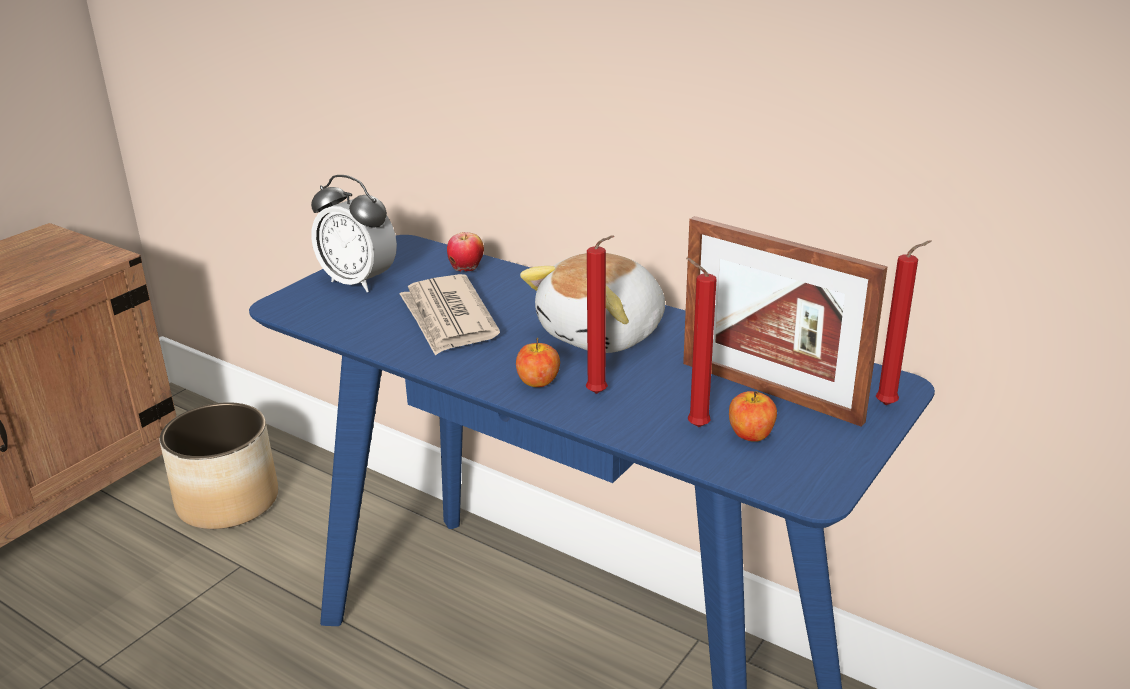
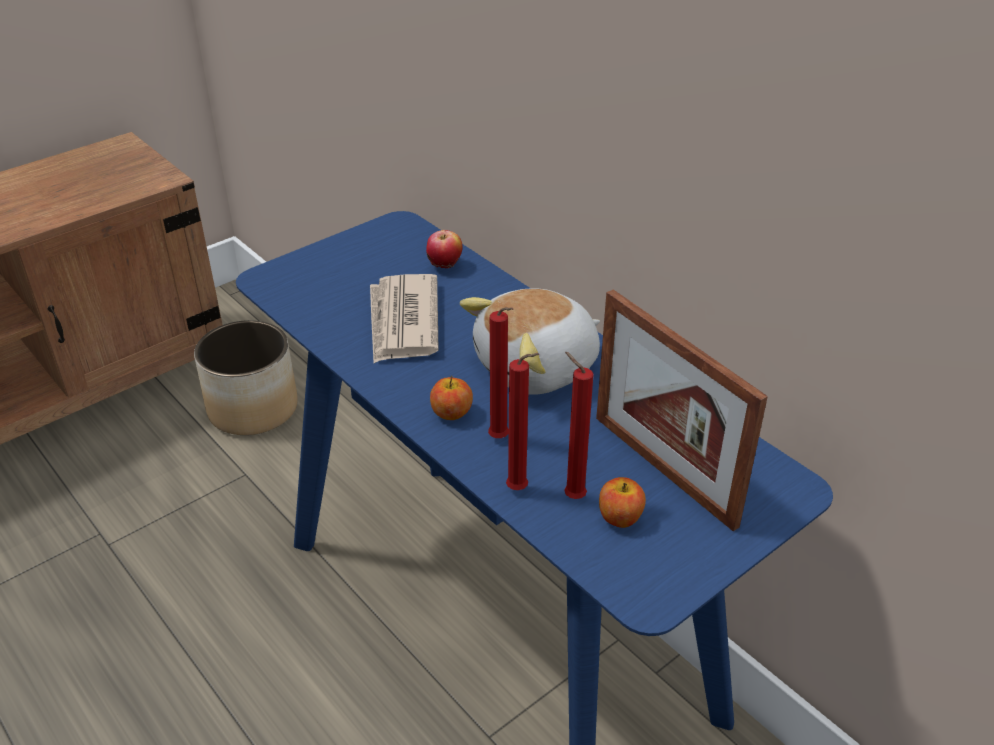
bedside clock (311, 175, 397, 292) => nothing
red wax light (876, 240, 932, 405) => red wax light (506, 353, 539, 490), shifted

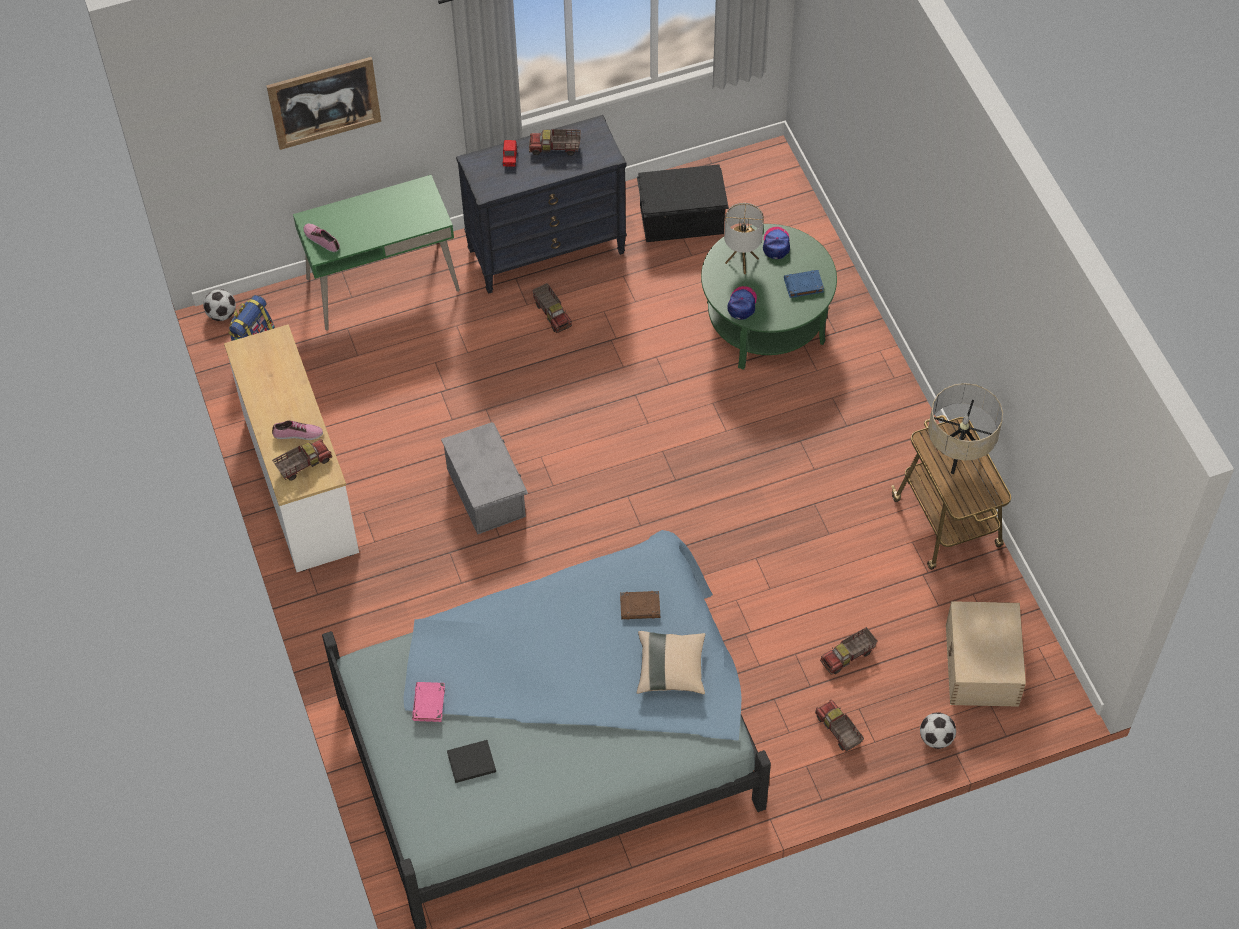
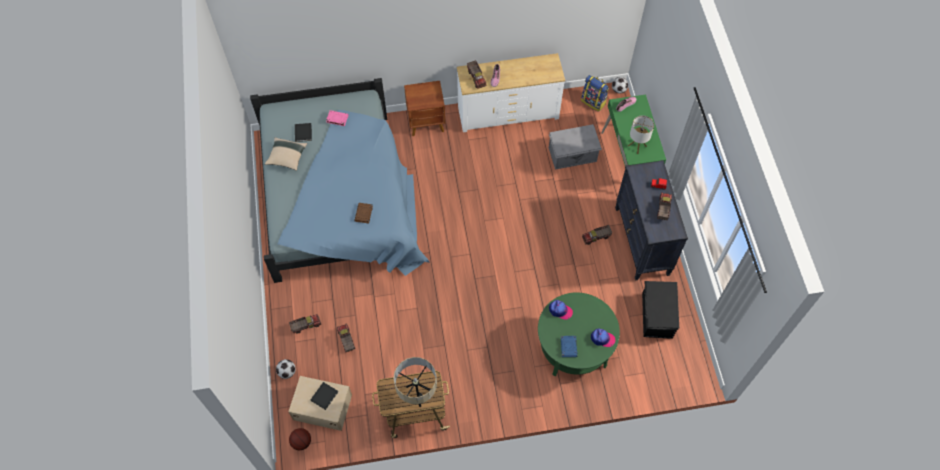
wall art (266, 57, 381, 150) => nothing
table lamp (724, 203, 764, 274) => table lamp (628, 115, 654, 154), shifted
grey storage bin (441, 422, 528, 534) => grey storage bin (549, 124, 602, 170), shifted
beige-coloured cushion (637, 631, 705, 694) => beige-coloured cushion (265, 137, 307, 171), shifted
nothing => brownish night table (404, 81, 445, 136)
nothing => black bound book (311, 382, 338, 410)
nothing => basketball ball (289, 428, 311, 450)

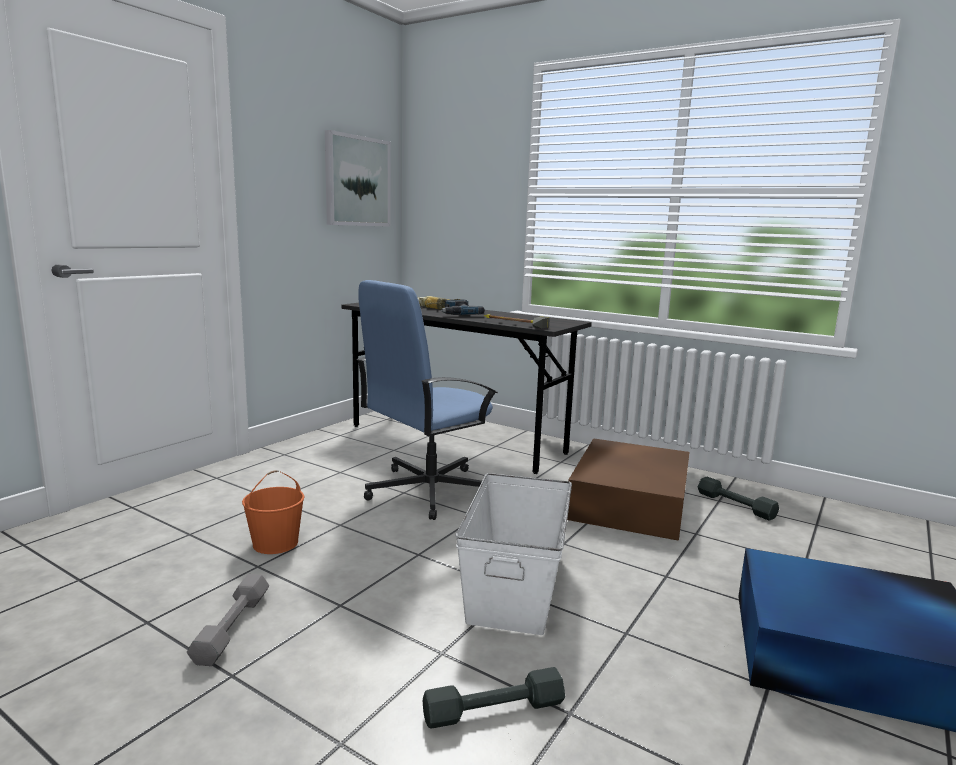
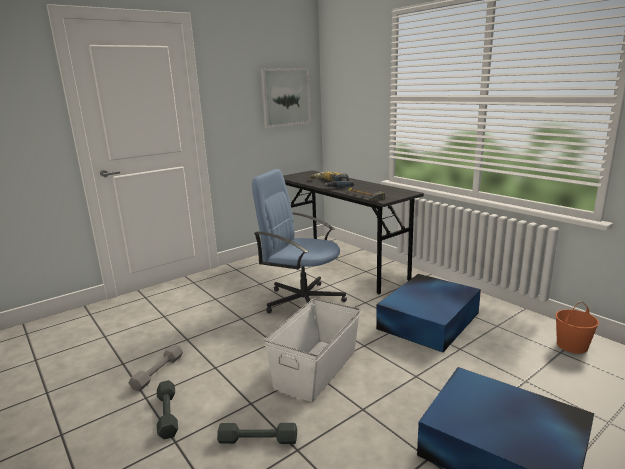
blue computer chair (356, 280, 498, 520) => blue computer chair (252, 169, 347, 313), 45 degrees clockwise
brownish storage bin (567, 438, 690, 541) => blue storage bin (376, 274, 481, 352)
orange bucket (242, 470, 304, 554) => orange bucket (555, 301, 599, 354), shifted
grey free weight (698, 477, 779, 521) => grey free weight (157, 380, 178, 439), shifted

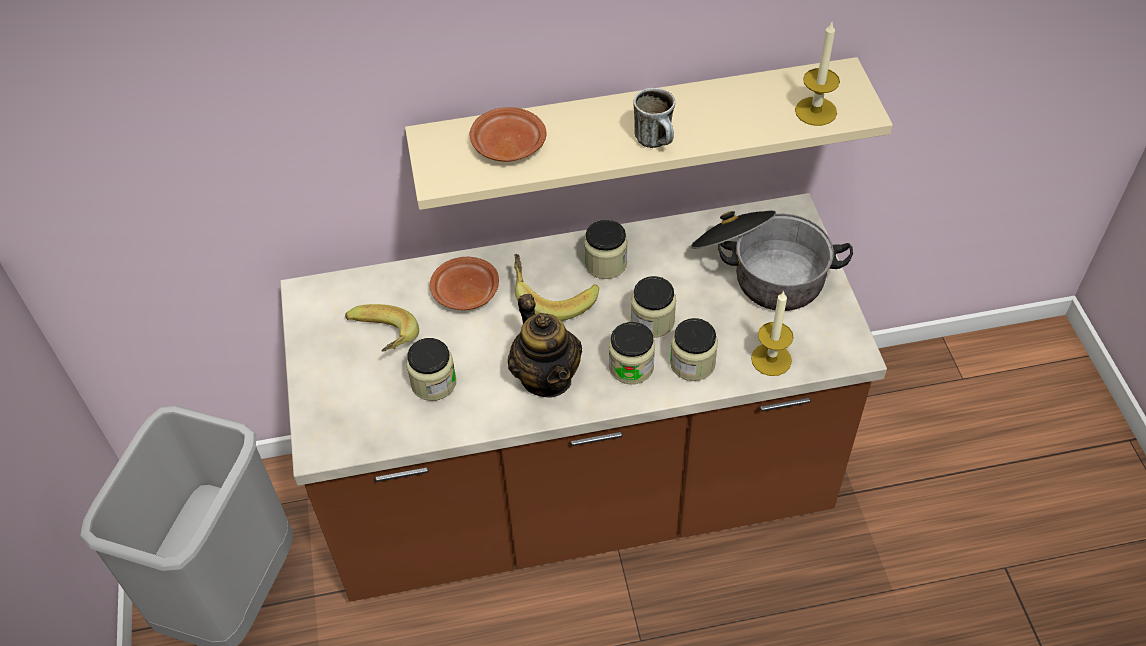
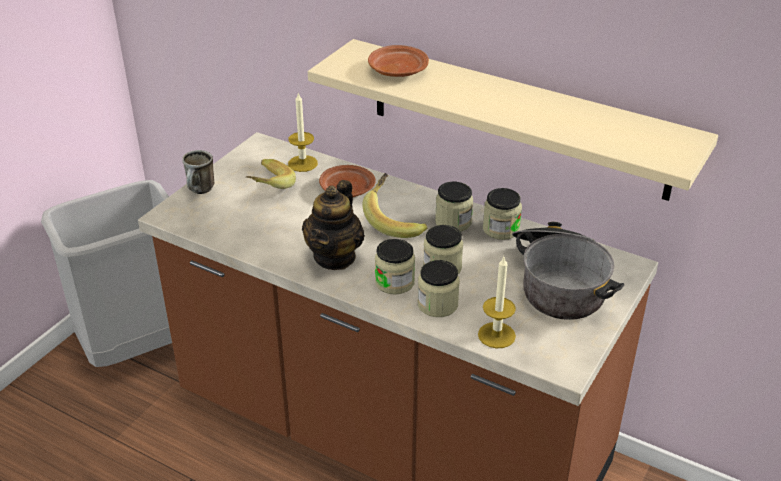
wax light (795, 22, 840, 126) => wax light (288, 93, 318, 172), shifted
coffee mug (633, 88, 675, 148) => coffee mug (182, 150, 214, 194), shifted
storage jar (406, 338, 456, 401) => storage jar (483, 188, 522, 240), shifted

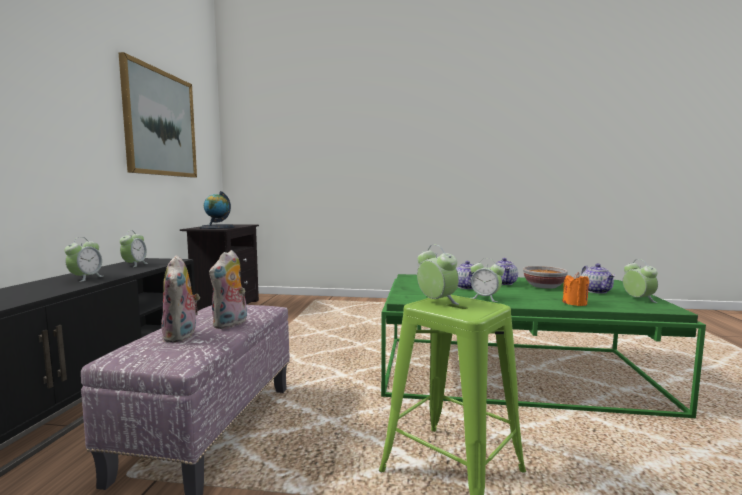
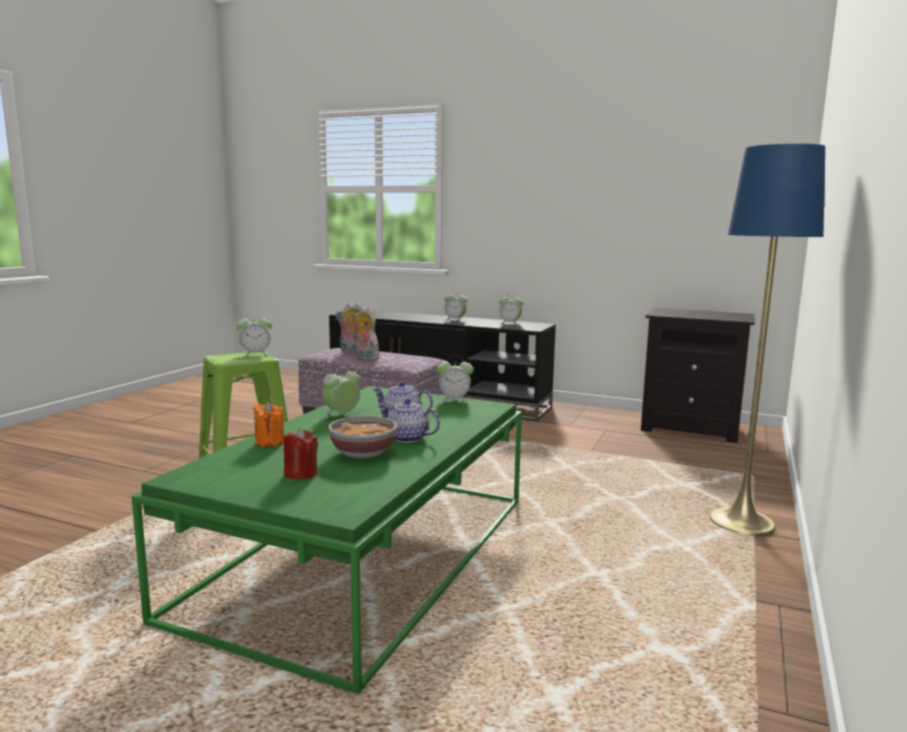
wall art (119, 52, 197, 178) => nothing
globe (200, 191, 235, 229) => nothing
bedside clock (623, 259, 658, 303) => bedside clock (437, 356, 474, 403), shifted
pot for tea (581, 264, 615, 294) => red wax light (284, 428, 318, 480)
nothing => blue floor lamp (710, 144, 825, 537)

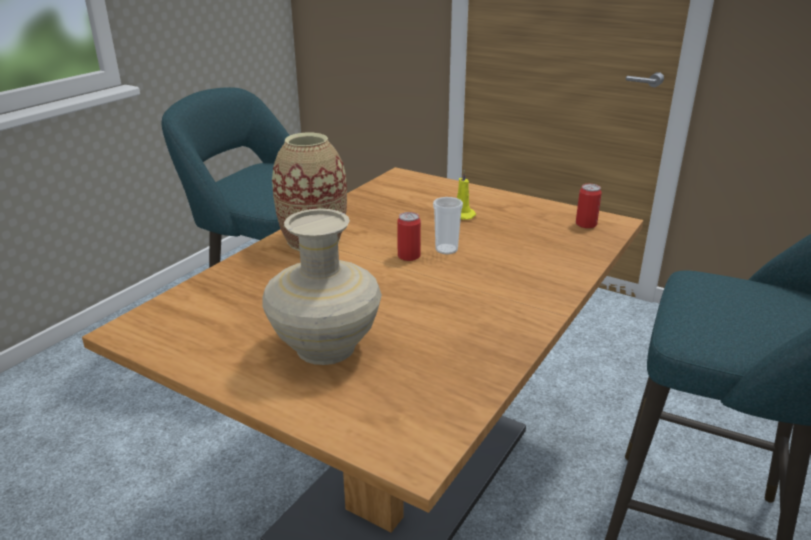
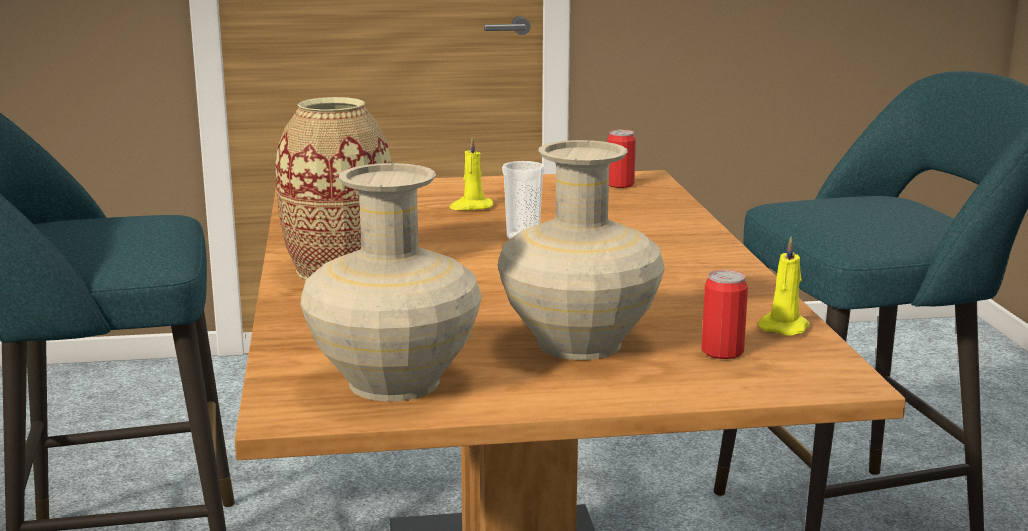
can (397, 212, 421, 261) => can (701, 270, 748, 359), shifted
nothing => beige-coloured decorative vase (300, 163, 482, 402)
nothing => yellowish wax light (758, 237, 810, 336)

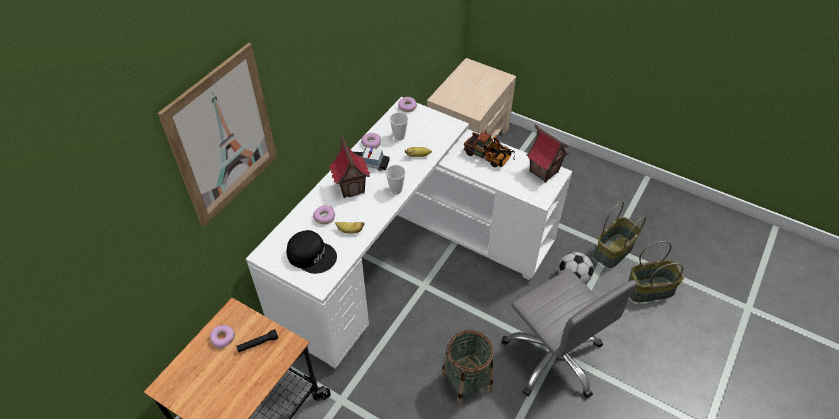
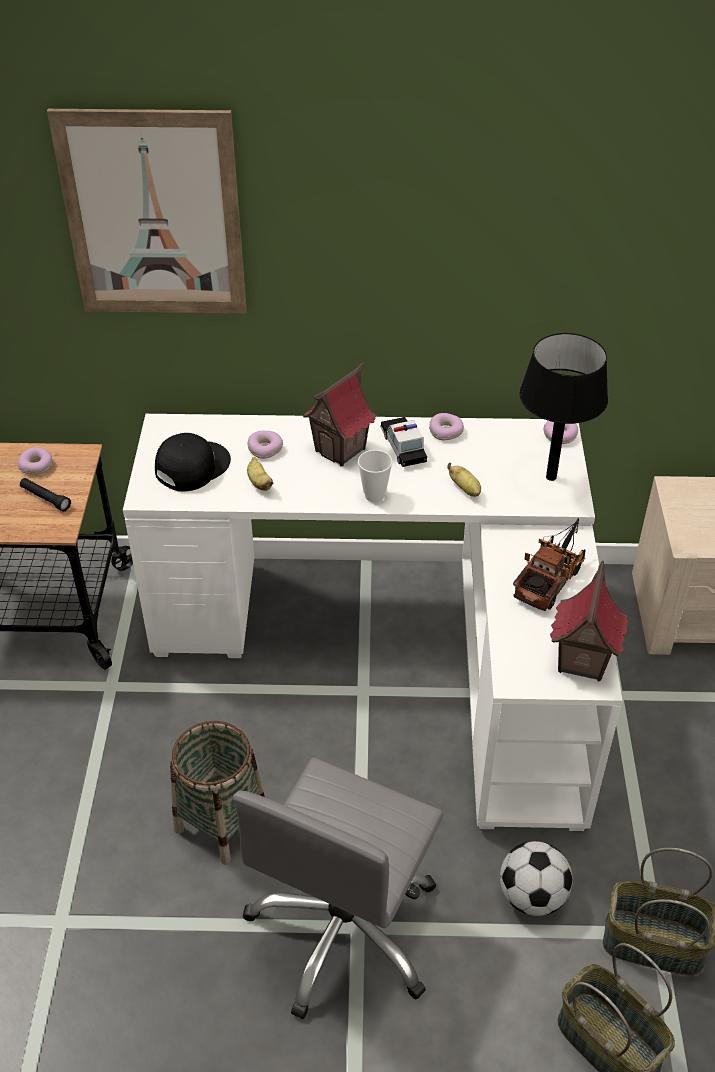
small cup (390, 112, 408, 141) => nothing
toy lorry (464, 130, 515, 167) => toy lorry (513, 518, 586, 611), 150 degrees counterclockwise
black baseball cap (287, 230, 337, 274) => black baseball cap (155, 433, 231, 492), 135 degrees counterclockwise
nothing => black table lamp (519, 333, 608, 481)

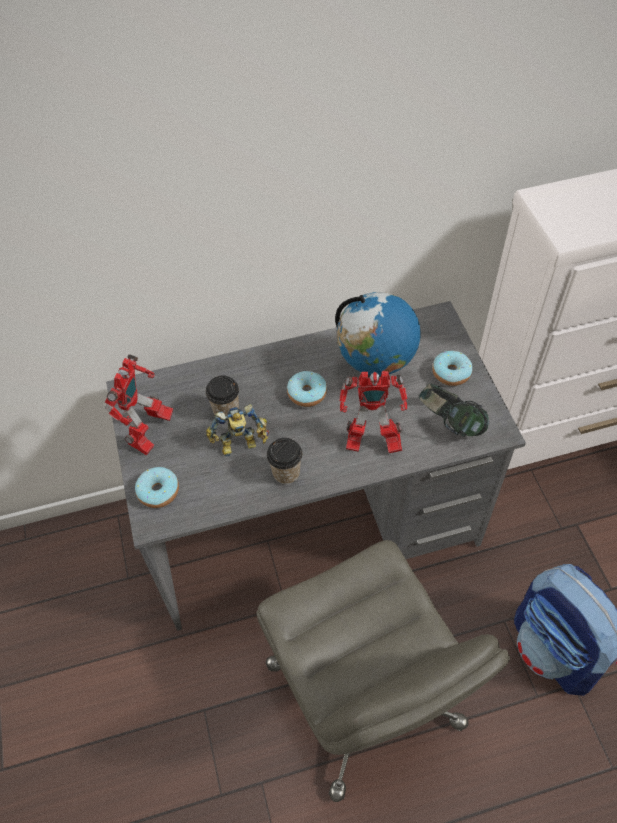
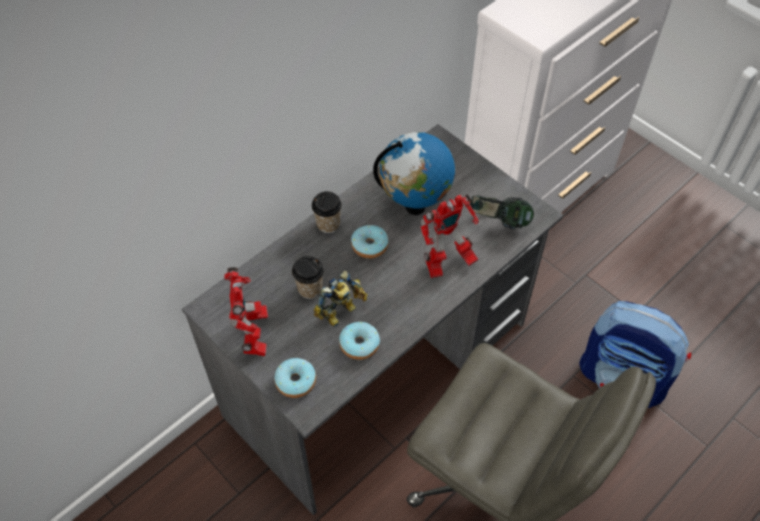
doughnut (432, 351, 472, 386) => doughnut (339, 322, 380, 360), shifted
small cup (267, 438, 302, 484) => small cup (312, 191, 342, 233), shifted

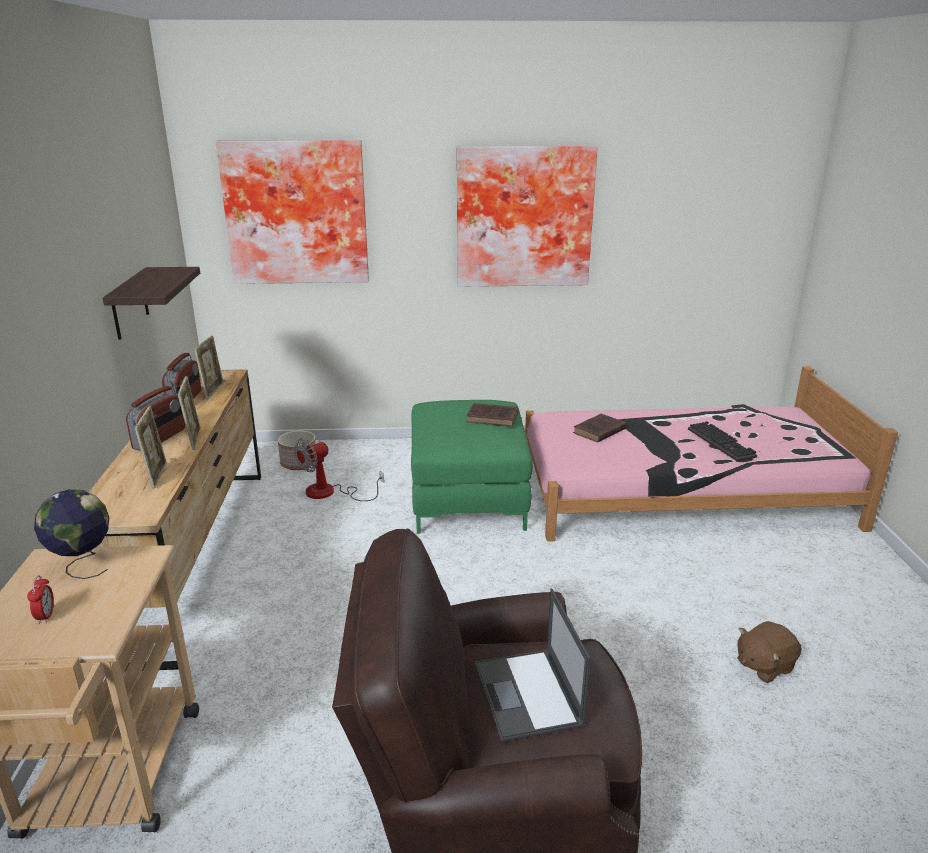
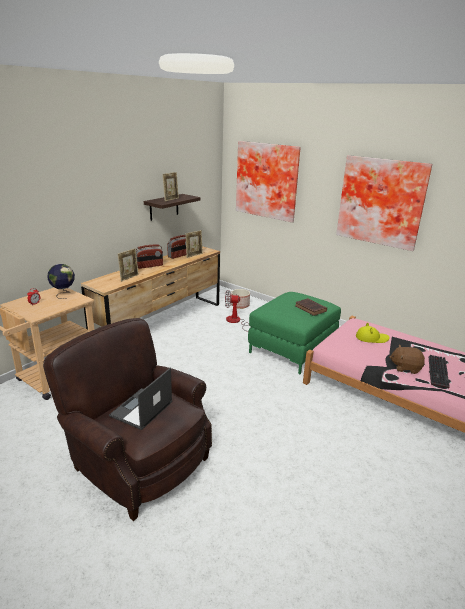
photo frame (178, 376, 201, 450) => photo frame (162, 172, 179, 202), shifted
brownish bound book (573, 414, 626, 443) => yellowish hat (356, 323, 390, 343)
brownish soft toy (737, 621, 802, 683) => brownish soft toy (389, 345, 425, 374), shifted

